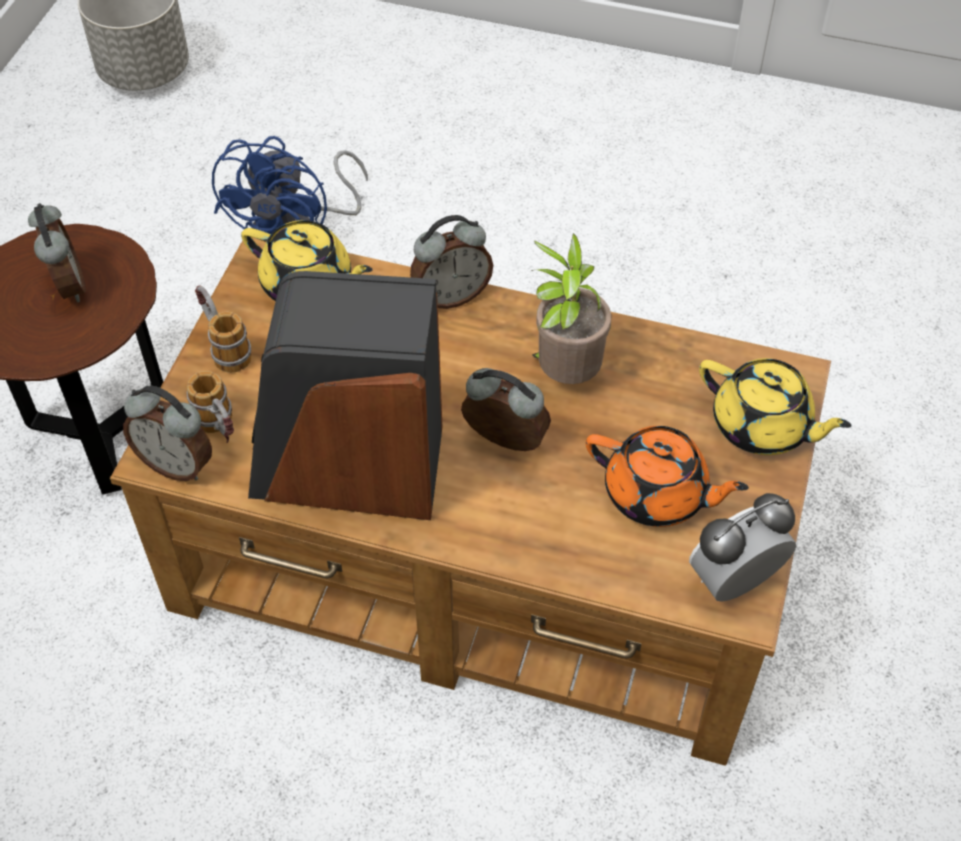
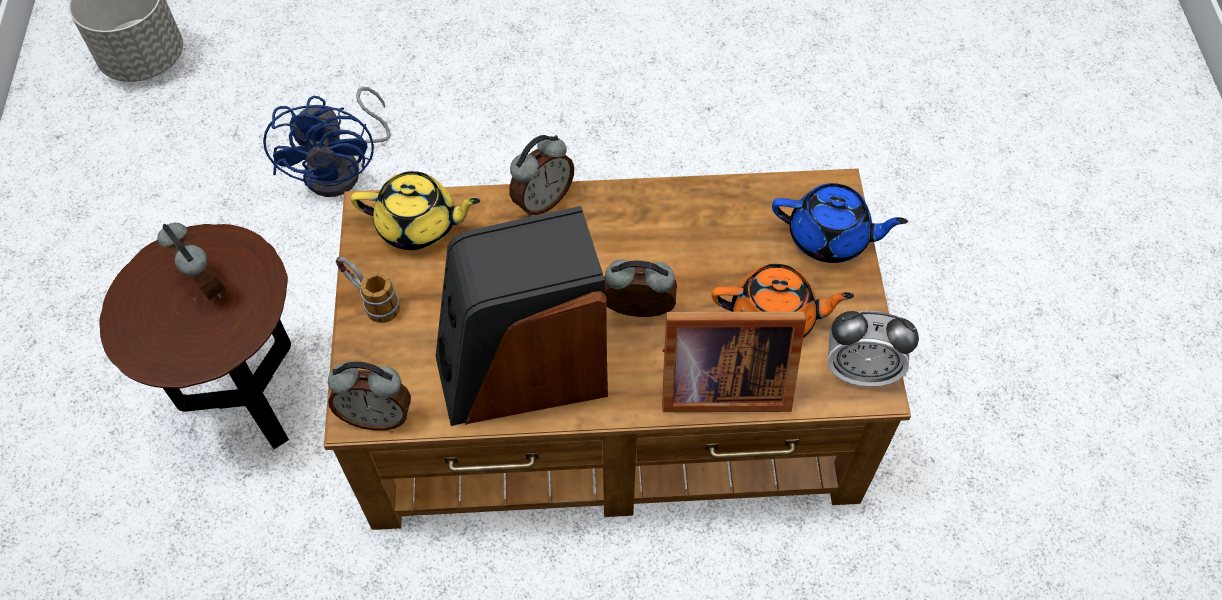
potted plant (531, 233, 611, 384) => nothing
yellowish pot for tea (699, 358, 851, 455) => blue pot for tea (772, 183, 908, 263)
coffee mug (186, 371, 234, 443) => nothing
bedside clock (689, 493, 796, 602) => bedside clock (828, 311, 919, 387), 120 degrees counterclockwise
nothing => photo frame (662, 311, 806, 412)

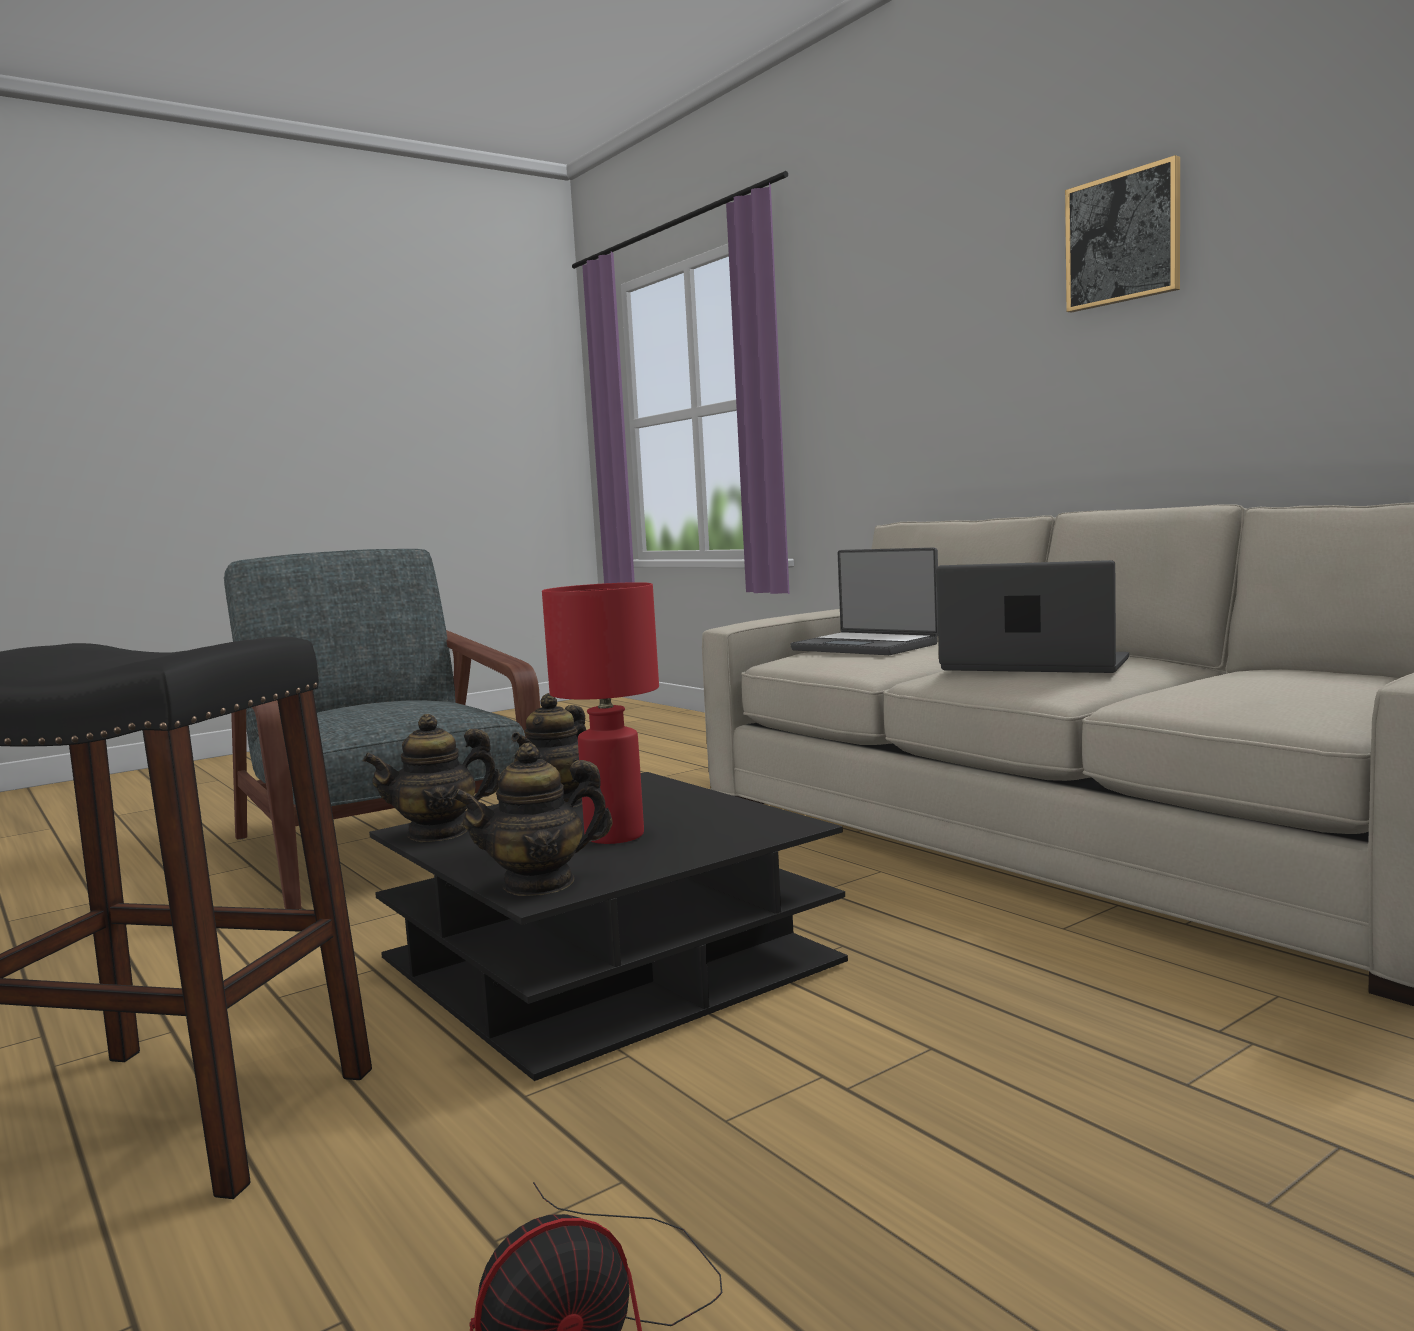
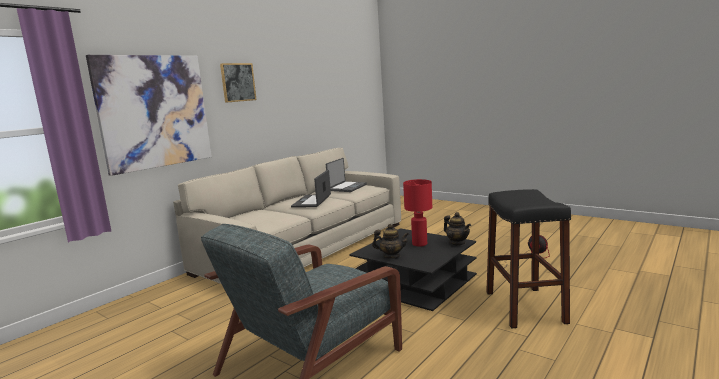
laptop (790, 547, 938, 655) => laptop (326, 158, 367, 192), shifted
pot for tea (363, 714, 500, 842) => nothing
nothing => wall art (86, 55, 212, 176)

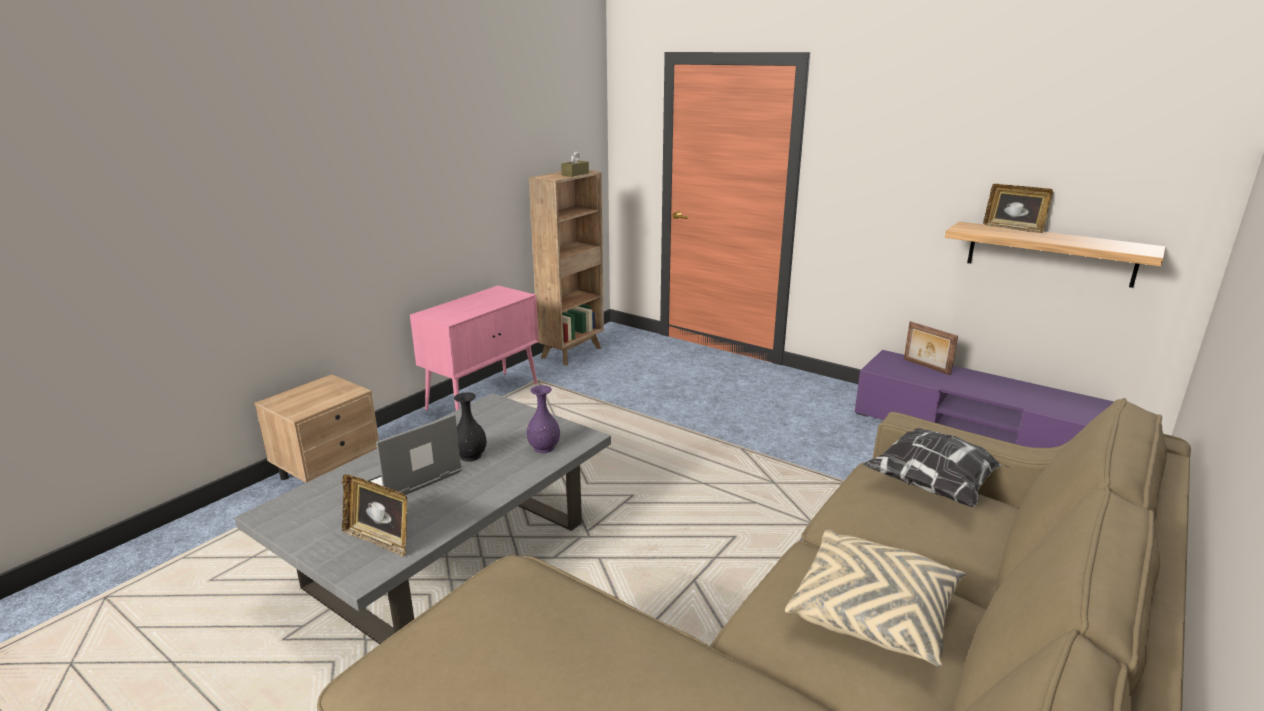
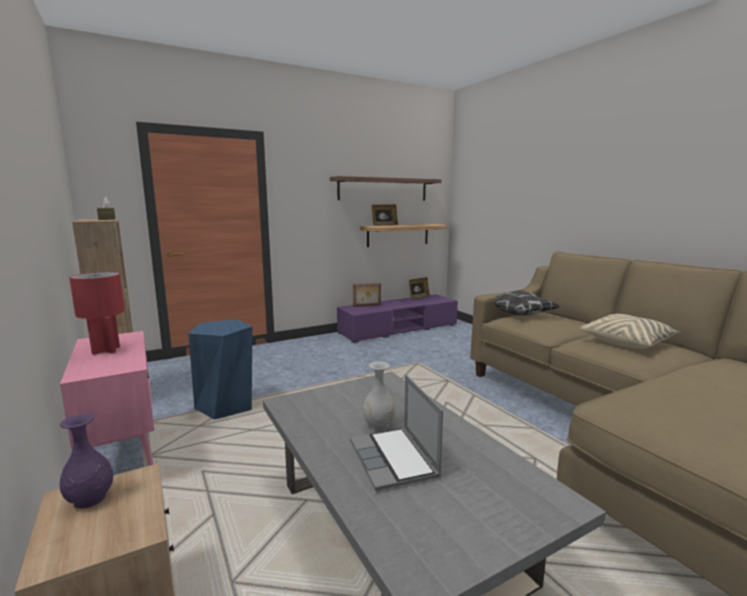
purple decorative vase (526, 385, 560, 453) => purple decorative vase (60, 414, 113, 509), shifted
black decorative vase (454, 392, 487, 462) => white decorative vase (363, 362, 396, 430)
photo frame (342, 475, 407, 557) => photo frame (409, 277, 430, 299), shifted
nothing => bracket shelf (330, 176, 442, 200)
nothing => red table lamp (69, 272, 125, 355)
nothing => blue stool seat (188, 319, 252, 420)

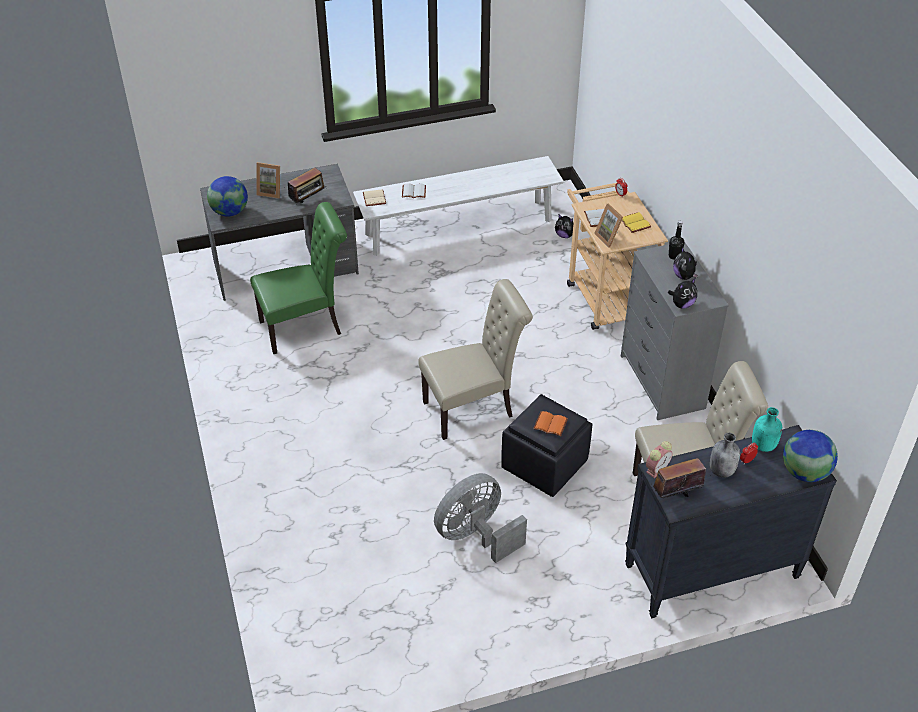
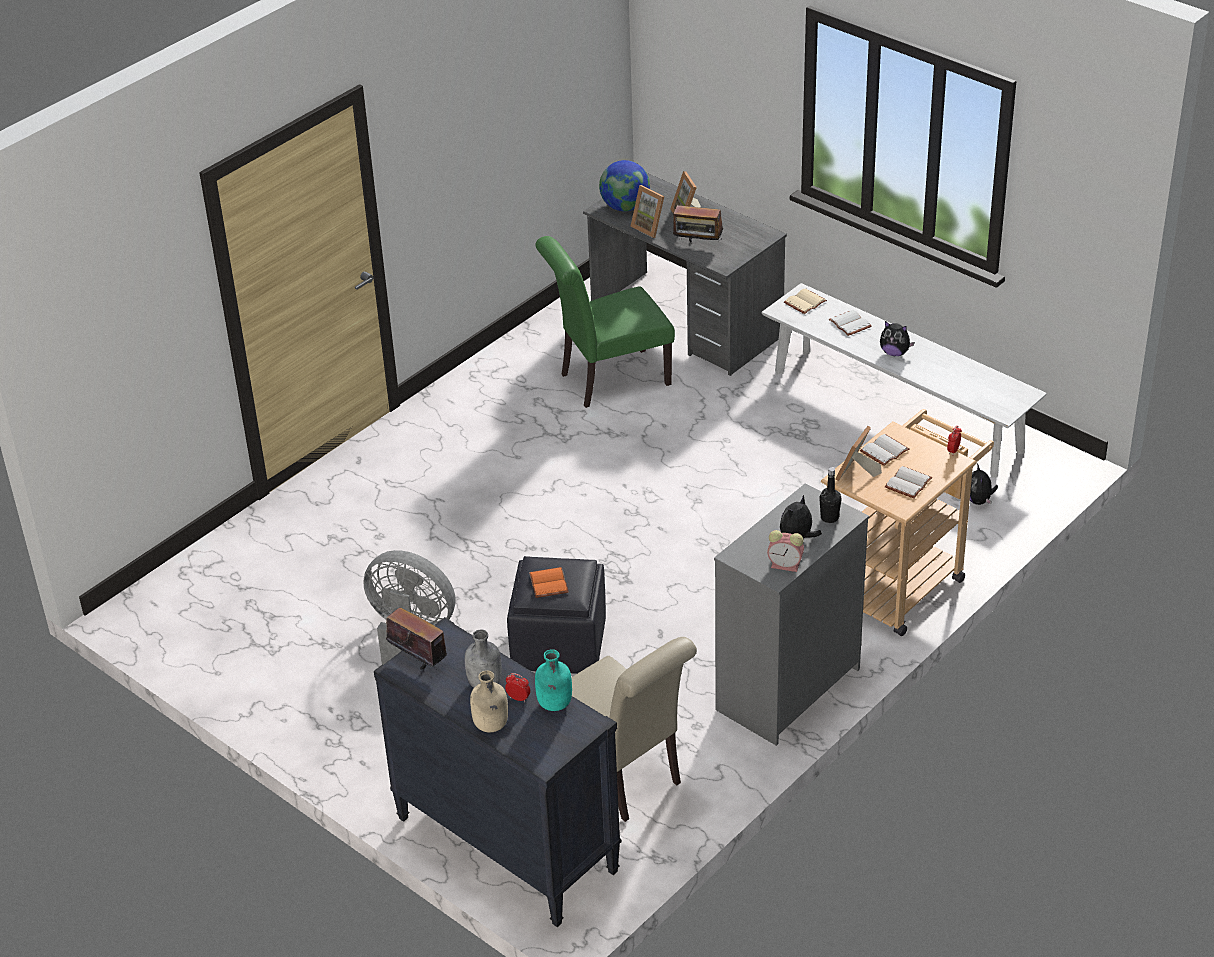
greenish plain chair (250, 202, 347, 354) => greenish plain chair (535, 236, 675, 408), 120 degrees clockwise
yellowish bound book (622, 212, 651, 233) => white bound book (885, 466, 933, 498)
soft toy (668, 278, 697, 309) => soft toy (880, 321, 915, 356), shifted
beige-coloured plain chair (418, 279, 533, 440) => nothing
globe (783, 430, 838, 482) => nothing
bedside clock (646, 441, 673, 478) => bedside clock (767, 530, 804, 572), shifted
nothing => photo frame (630, 185, 664, 238)
nothing => beige-coloured drink bottle (470, 670, 508, 733)

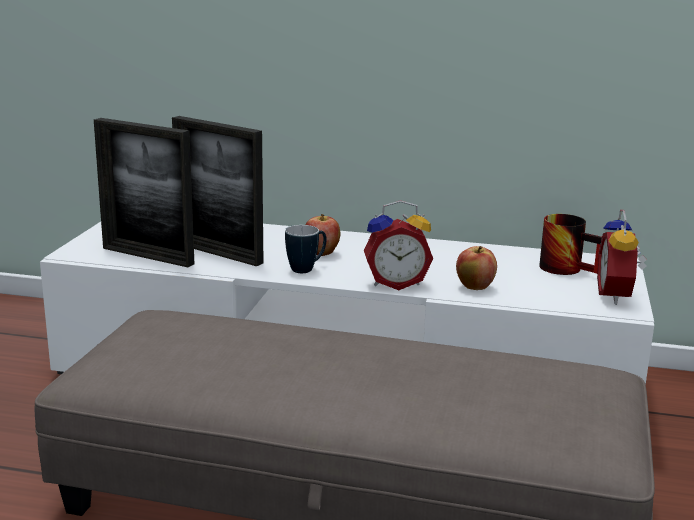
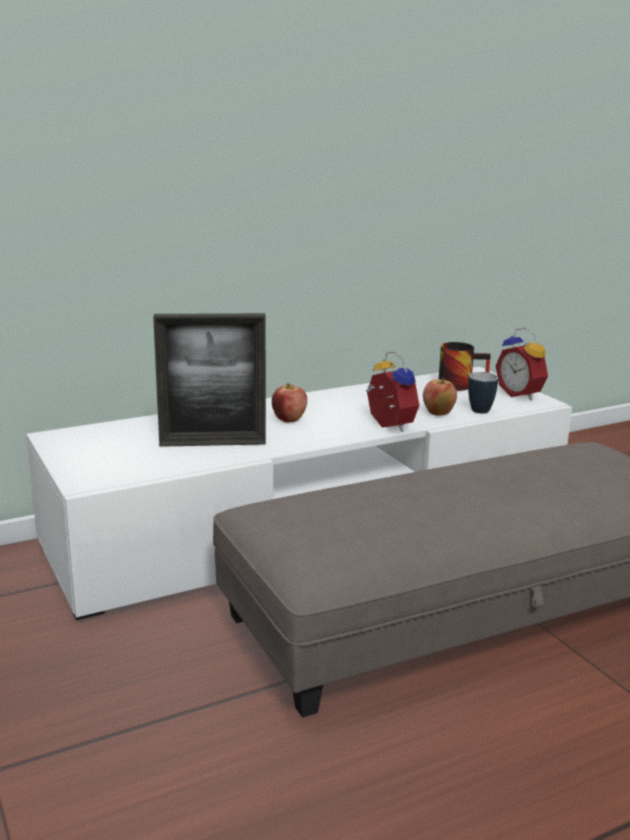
photo frame (94, 118, 194, 267) => nothing
bedside clock (364, 200, 433, 290) => bedside clock (366, 351, 419, 432), 75 degrees counterclockwise
coffee mug (285, 225, 327, 273) => coffee mug (468, 372, 498, 413), shifted

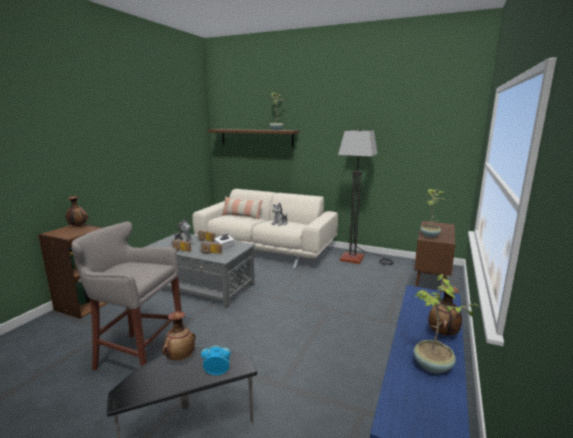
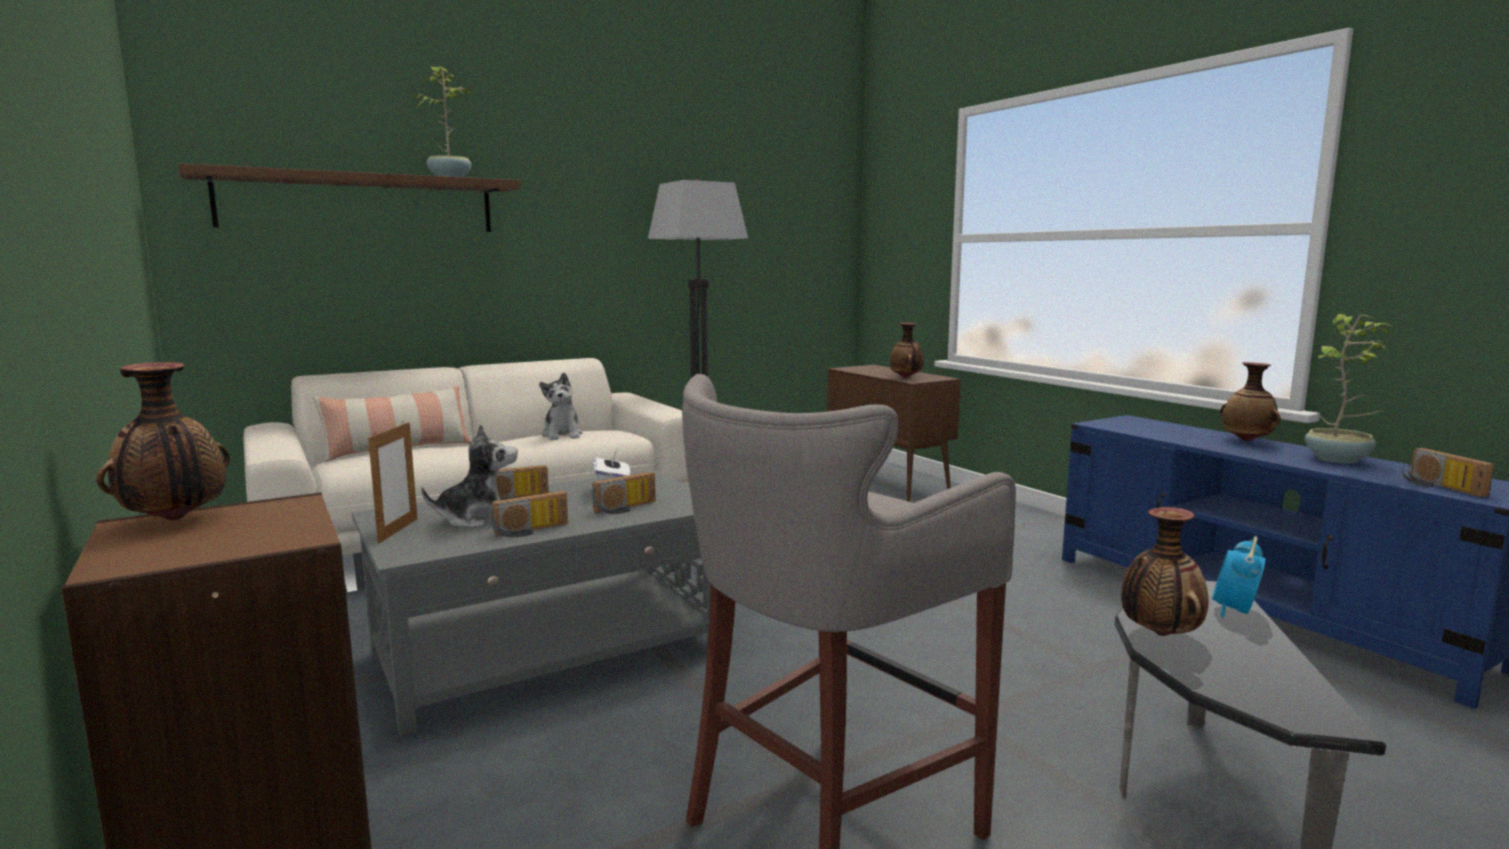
potted plant (420, 189, 446, 238) => decorative vase (890, 323, 923, 378)
nothing => photo frame (368, 421, 417, 544)
nothing => radio receiver (1402, 448, 1494, 497)

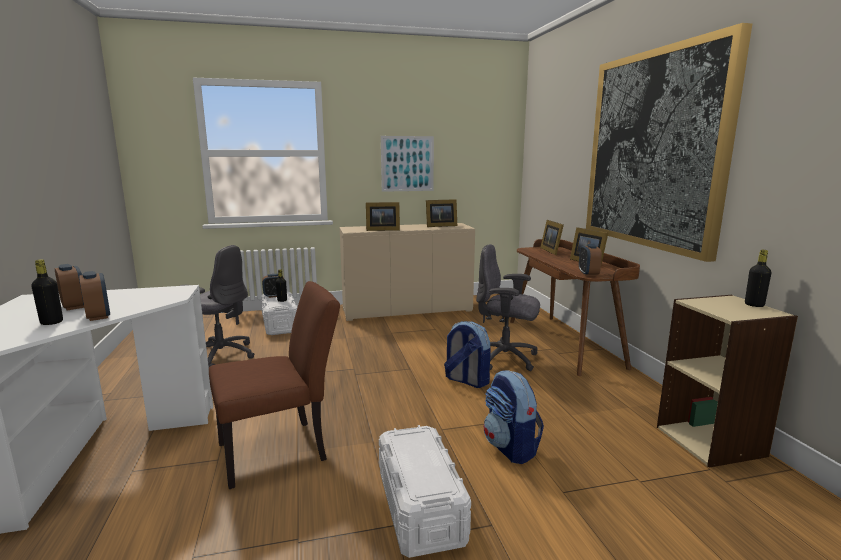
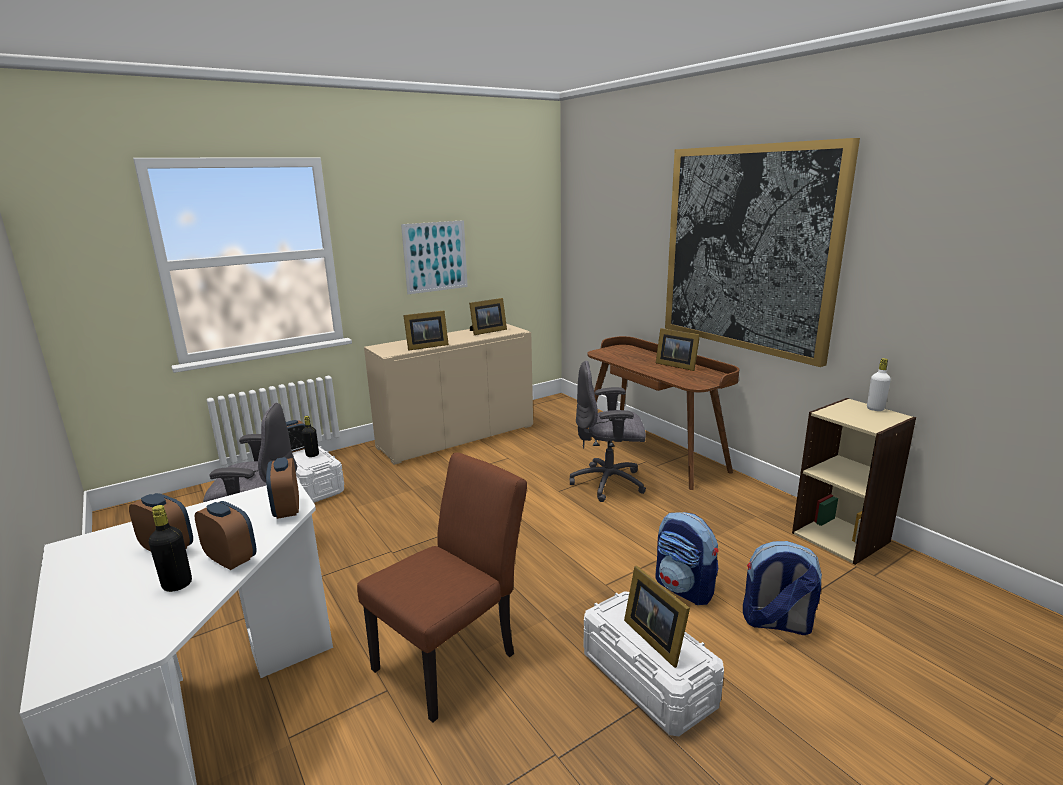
photo frame (540, 220, 564, 255) => photo frame (624, 566, 690, 668), shifted
bedside clock (579, 244, 602, 276) => bedside clock (266, 457, 299, 519), shifted
black drink bottle (745, 250, 771, 307) => white drink bottle (867, 358, 891, 411)
knapsack (444, 321, 491, 388) => knapsack (743, 541, 822, 635), shifted

